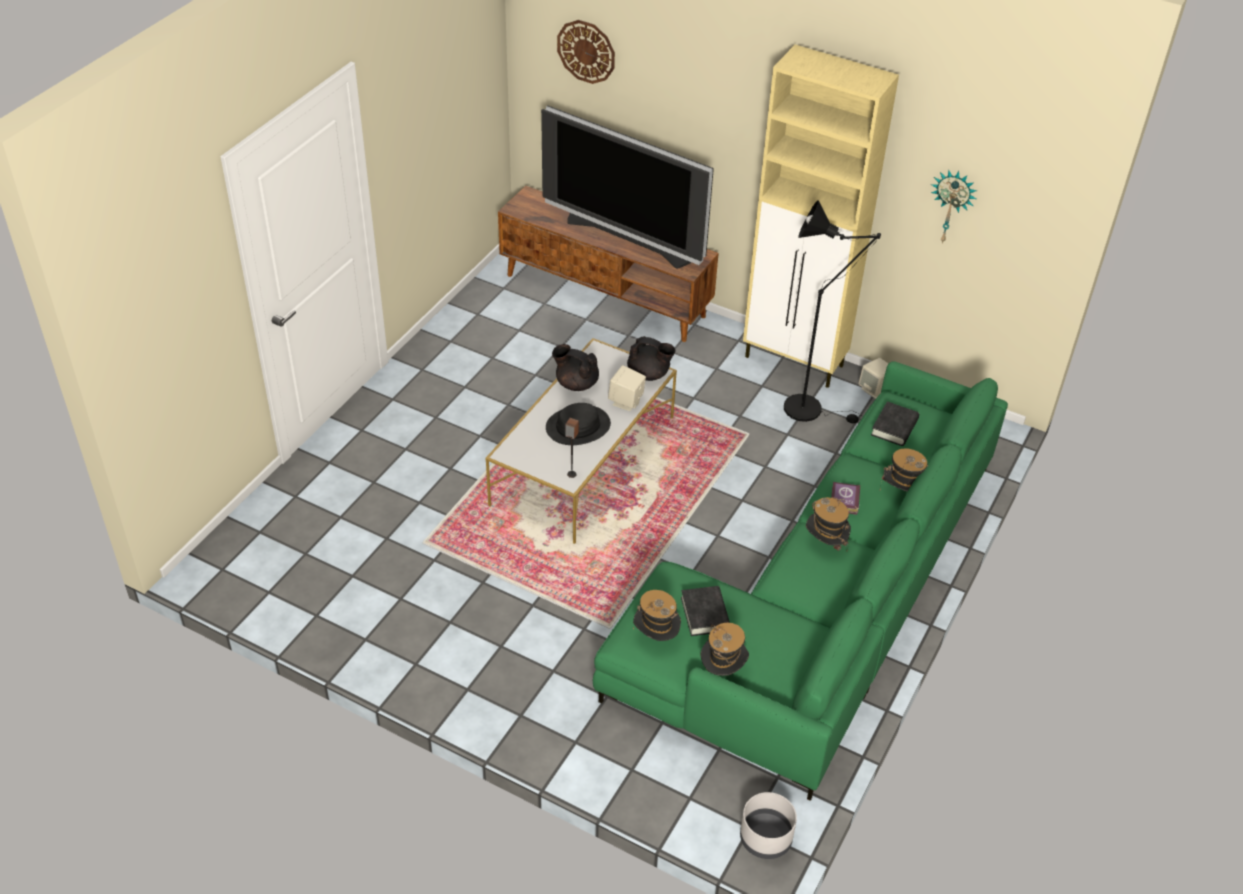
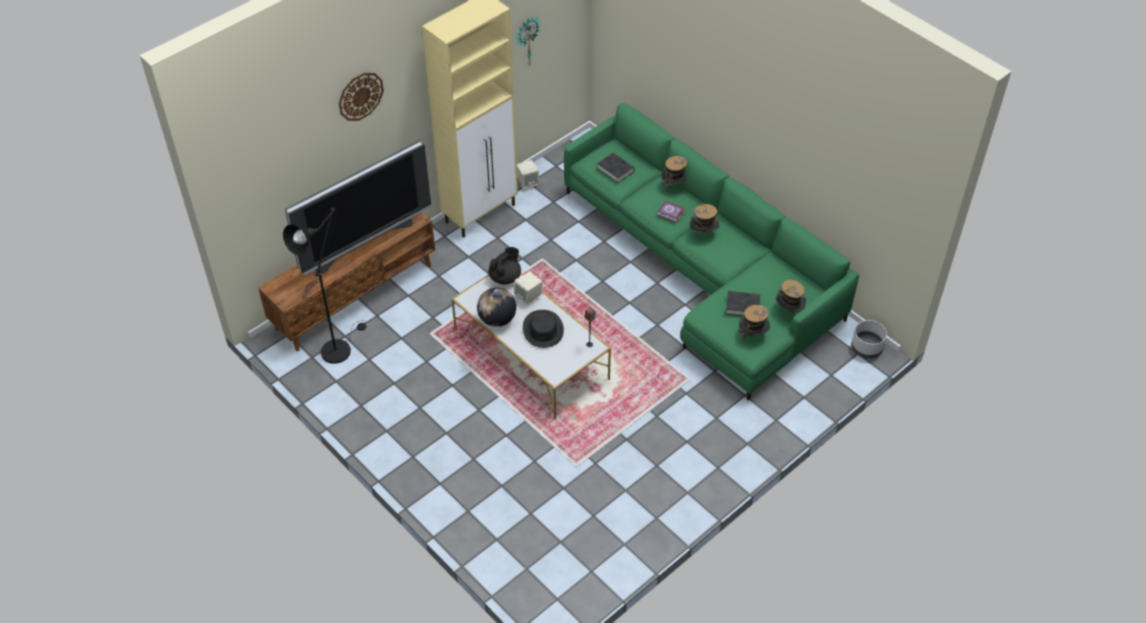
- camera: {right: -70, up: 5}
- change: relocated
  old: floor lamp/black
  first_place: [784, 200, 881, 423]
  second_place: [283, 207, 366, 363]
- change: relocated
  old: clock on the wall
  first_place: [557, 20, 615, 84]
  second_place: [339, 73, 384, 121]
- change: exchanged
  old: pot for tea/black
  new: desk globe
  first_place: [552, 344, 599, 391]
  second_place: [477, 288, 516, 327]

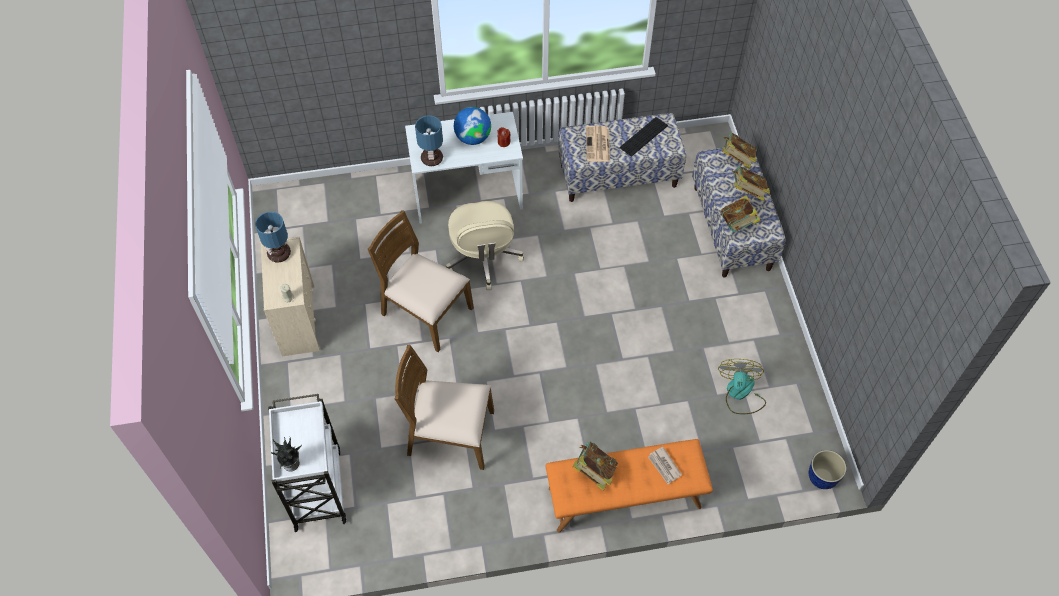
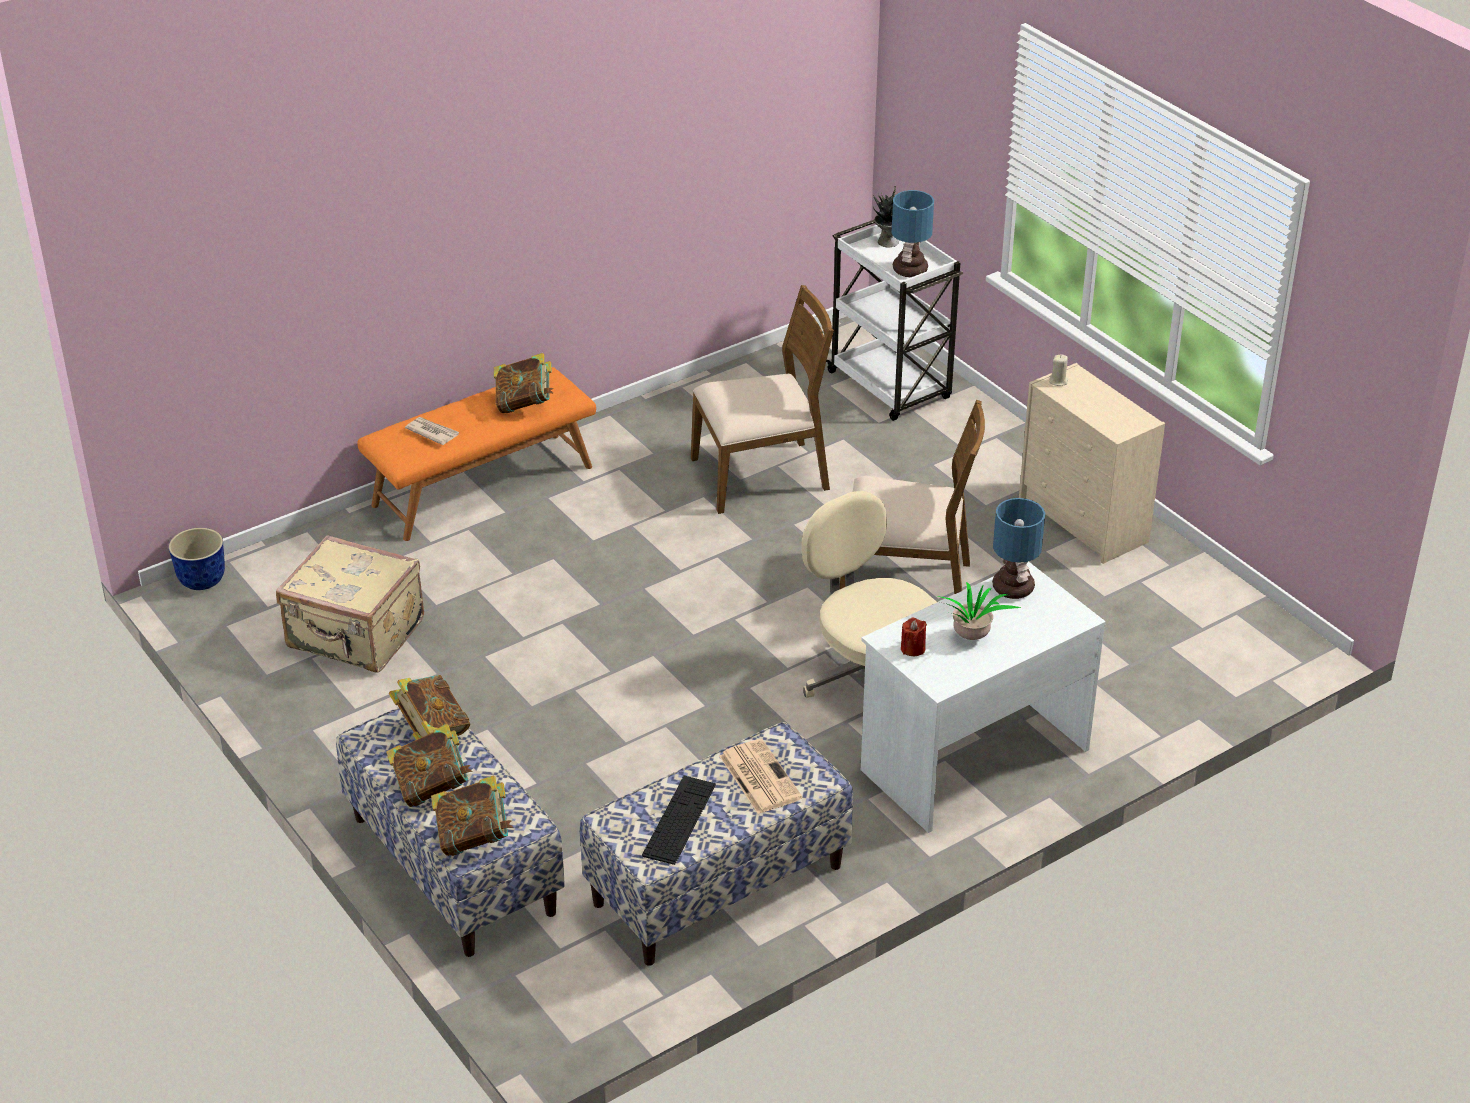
- camera: {right: 155, up: -20}
- change: exchanged
  old: fan
  new: piece of luggage/beige
  first_place: [718, 359, 766, 414]
  second_place: [276, 535, 424, 672]
- change: relocated
  old: lamp for a table
  first_place: [255, 212, 291, 263]
  second_place: [892, 190, 934, 277]
- change: exchanged
  old: desk globe
  new: plant in a pot
  first_place: [454, 107, 491, 145]
  second_place: [938, 582, 1022, 640]

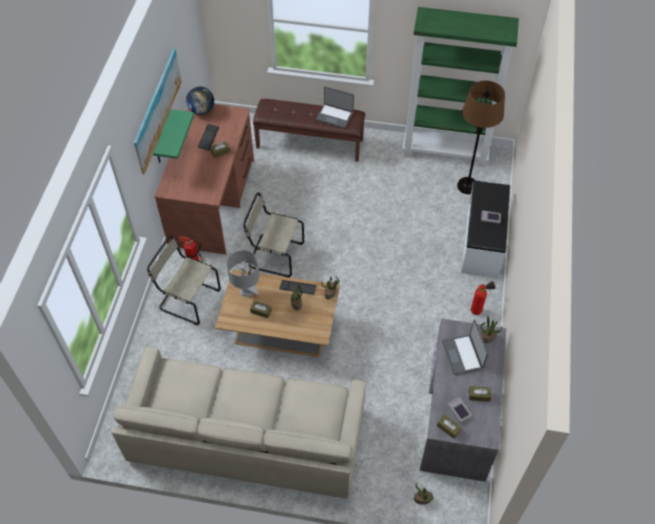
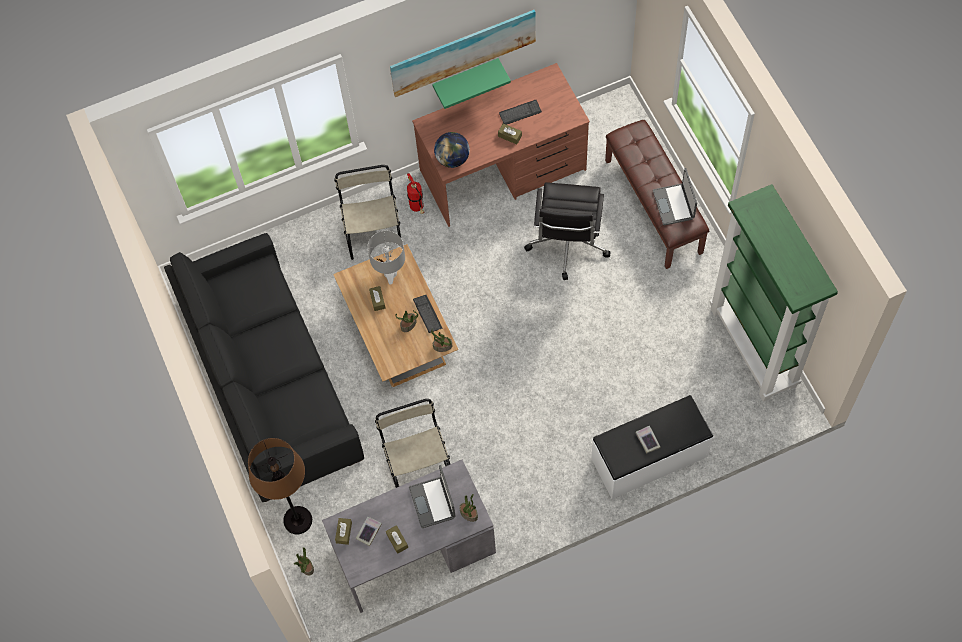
- camera: {right: 60, up: 10}
- change: colour
  old: settee/beige
  new: settee/black
  first_place: [111, 347, 366, 499]
  second_place: [164, 233, 364, 502]
- change: relocated
  old: floor lamp/brown-coloured
  first_place: [457, 80, 505, 194]
  second_place: [248, 438, 312, 534]
- change: relocated
  old: upright chair/beige
  first_place: [243, 192, 304, 278]
  second_place: [375, 399, 450, 488]
- change: spun
  old: laptop
  first_place: [442, 320, 489, 375]
  second_place: [409, 465, 456, 528]
  degrees: -60
- change: relocated
  old: desk globe
  first_place: [186, 87, 214, 115]
  second_place: [434, 132, 470, 168]
- change: appeared
  new: desk chair/black
  second_place: [524, 182, 610, 280]
- change: missing
  old: fire extinguisher
  first_place: [471, 281, 495, 315]

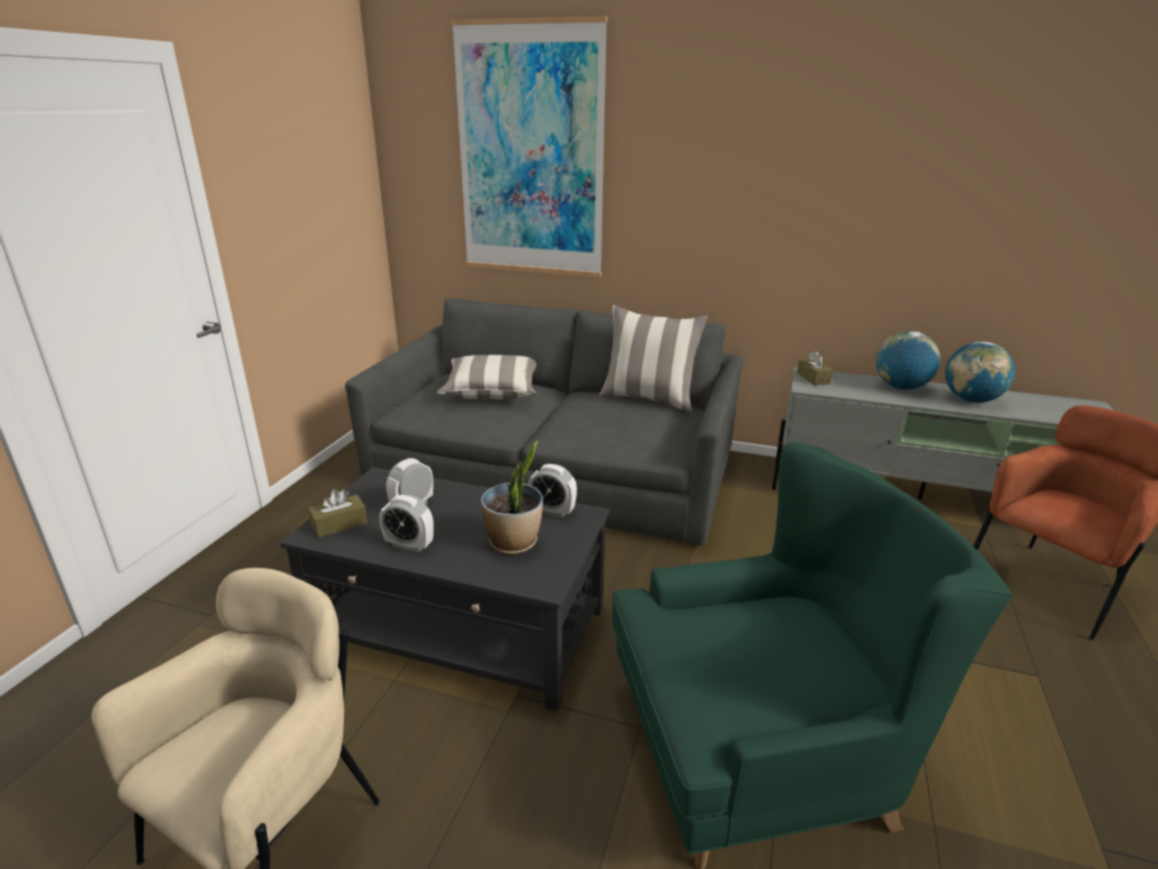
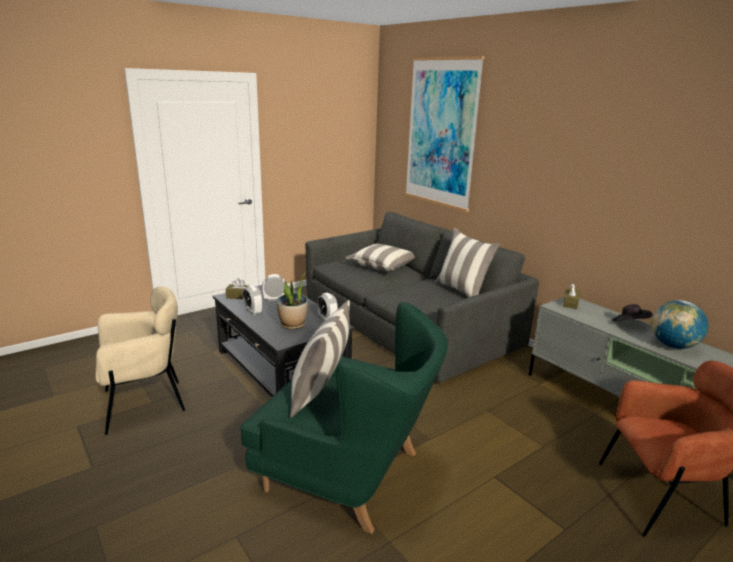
- camera: {right: 35, up: -5}
- change: appeared
  new: pillow
  second_place: [290, 300, 350, 418]
- change: exchanged
  old: desk globe
  new: wearable hat/black
  first_place: [876, 331, 941, 390]
  second_place: [611, 304, 653, 321]

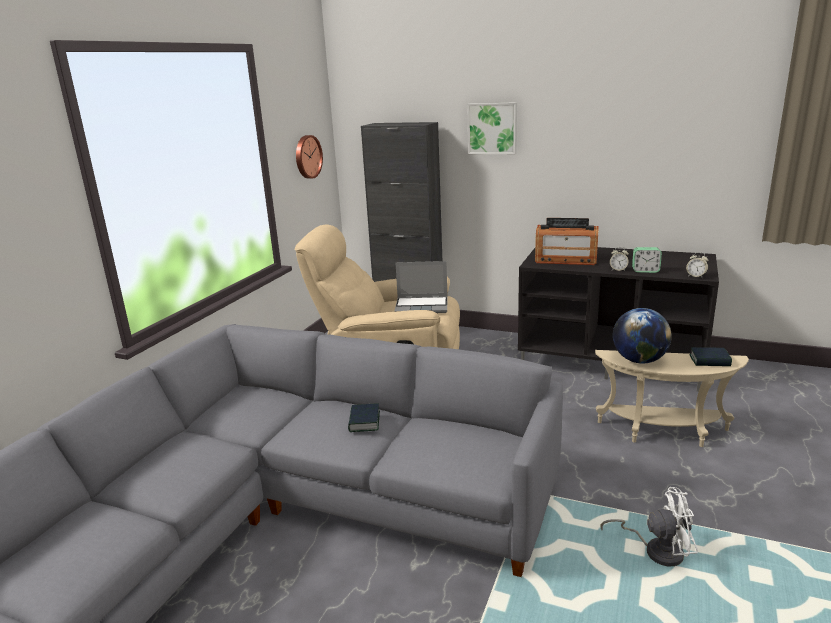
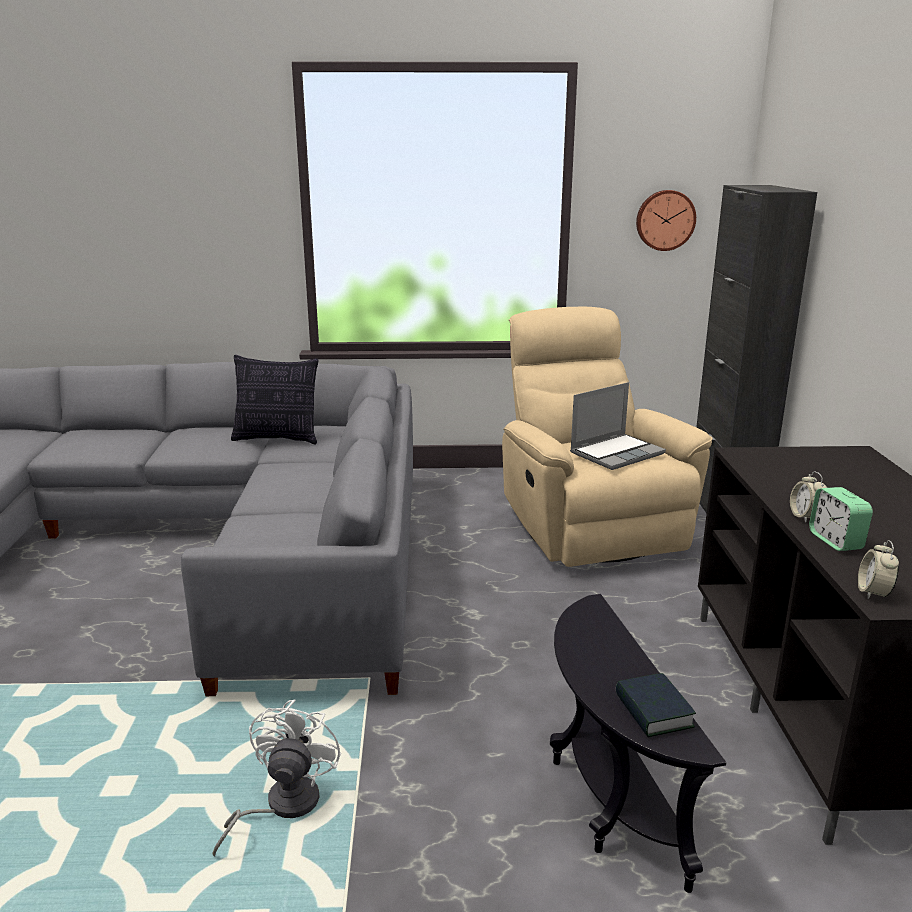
- camera: {right: 65, up: 0}
- change: spun
  old: fan/white
  first_place: [600, 487, 698, 566]
  second_place: [213, 699, 341, 857]
  degrees: -150
- change: appeared
  new: pillow
  second_place: [231, 355, 318, 444]
- change: colour
  old: side table/beige
  new: side table/black
  first_place: [595, 350, 749, 447]
  second_place: [550, 594, 726, 893]
- change: spun
  old: laptop
  first_place: [394, 261, 448, 313]
  second_place: [570, 382, 666, 470]
  degrees: -105
- change: missing
  old: volume
  first_place: [348, 404, 380, 432]
- change: missing
  old: picture
  first_place: [467, 102, 517, 154]
- change: missing
  old: radio
  first_place: [535, 218, 599, 265]
- change: missing
  old: desk globe
  first_place: [613, 308, 672, 364]

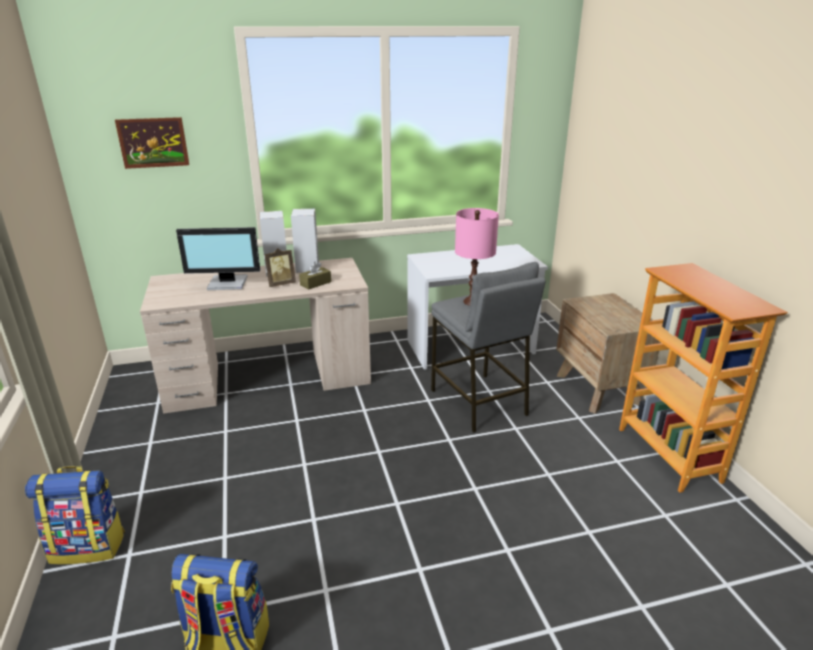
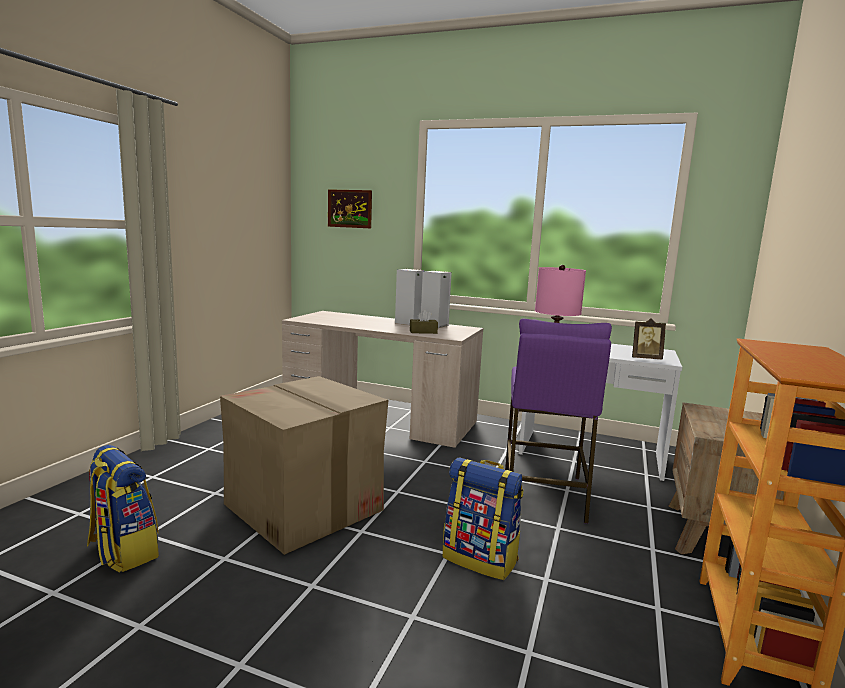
- camera: {right: 35, up: -15}
- change: appeared
  new: packing box
  second_place: [220, 376, 388, 555]
- change: relocated
  old: knapsack
  first_place: [25, 466, 125, 564]
  second_place: [443, 457, 524, 580]
- change: colour
  old: sitting stool/grey
  new: sitting stool/purple
  first_place: [431, 262, 546, 433]
  second_place: [505, 319, 612, 524]
- change: relocated
  old: standing frame
  first_place: [264, 248, 296, 287]
  second_place: [632, 318, 666, 359]
- change: missing
  old: computer screen
  first_place: [176, 227, 260, 290]

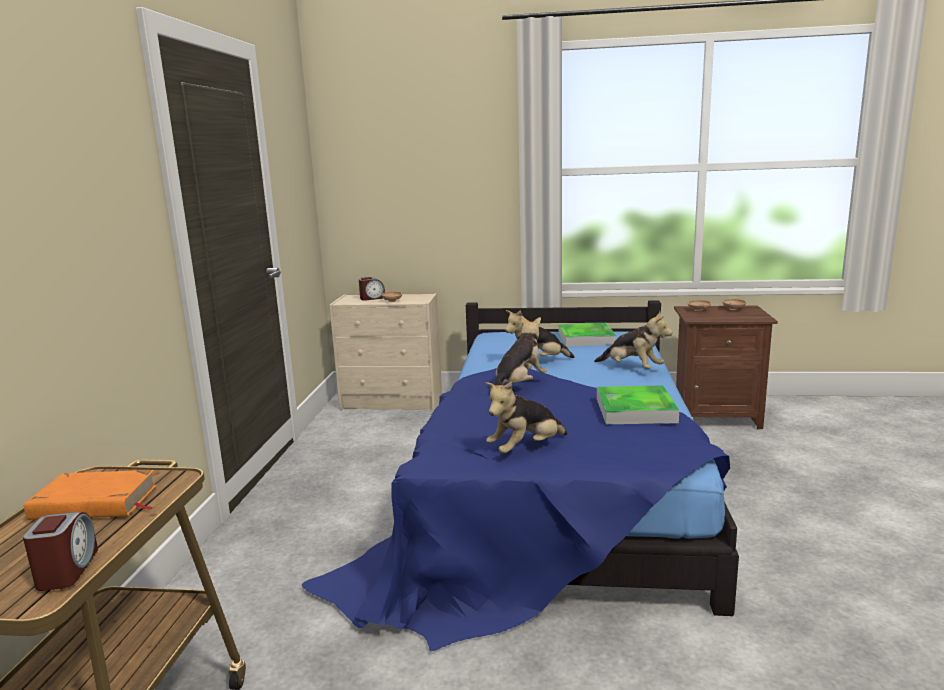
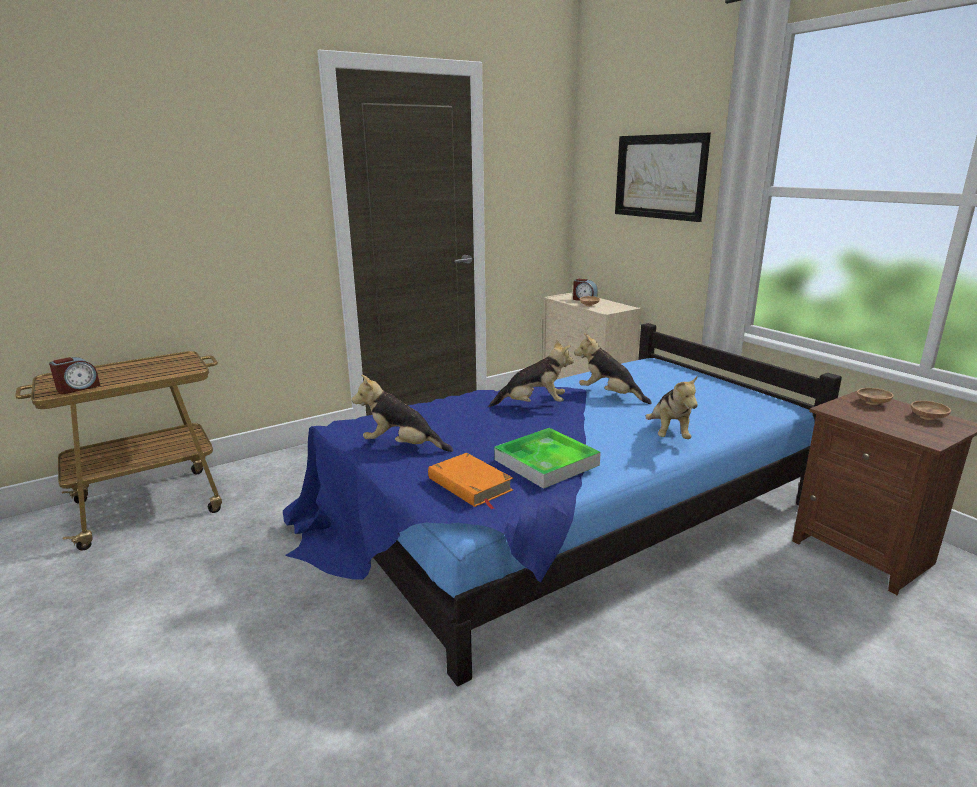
- camera: {right: 50, up: 5}
- change: relocated
  old: volume/orange
  first_place: [24, 470, 157, 520]
  second_place: [428, 453, 513, 509]
- change: appeared
  new: picture
  second_place: [615, 133, 711, 222]
- change: missing
  old: tray
  first_place: [558, 323, 616, 347]

